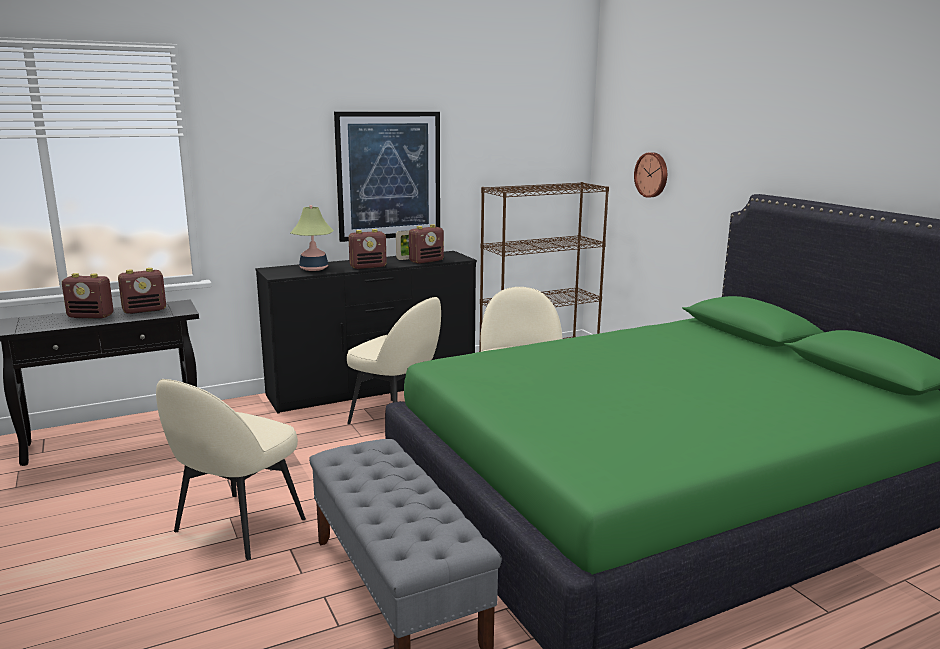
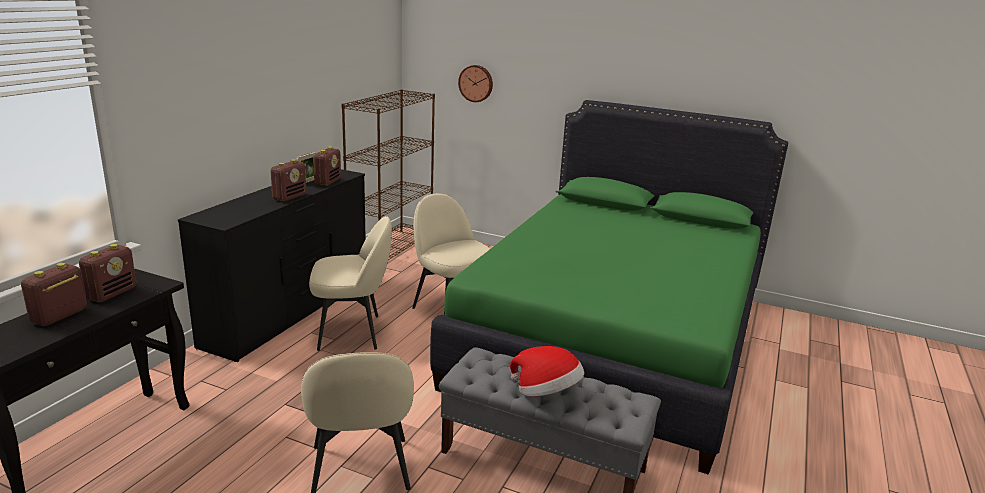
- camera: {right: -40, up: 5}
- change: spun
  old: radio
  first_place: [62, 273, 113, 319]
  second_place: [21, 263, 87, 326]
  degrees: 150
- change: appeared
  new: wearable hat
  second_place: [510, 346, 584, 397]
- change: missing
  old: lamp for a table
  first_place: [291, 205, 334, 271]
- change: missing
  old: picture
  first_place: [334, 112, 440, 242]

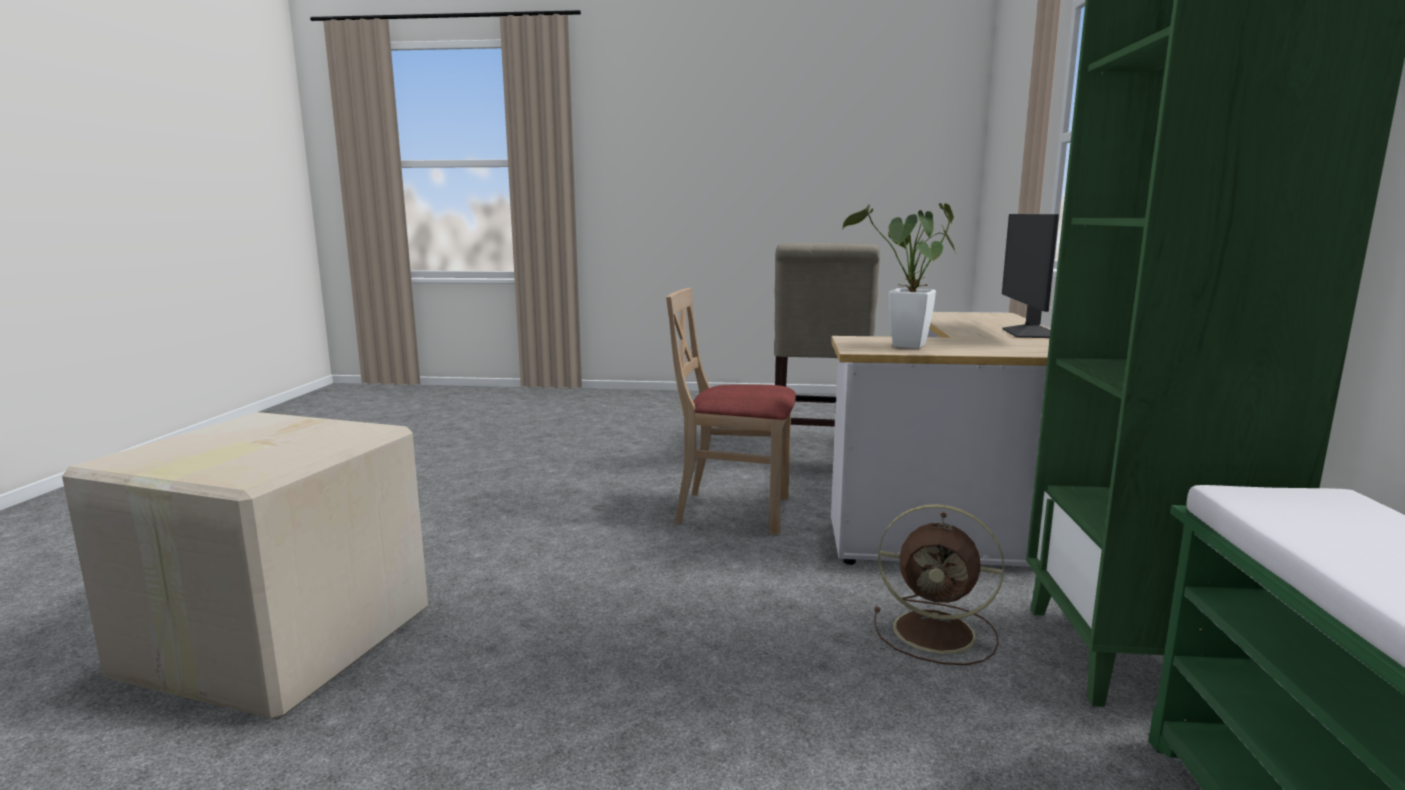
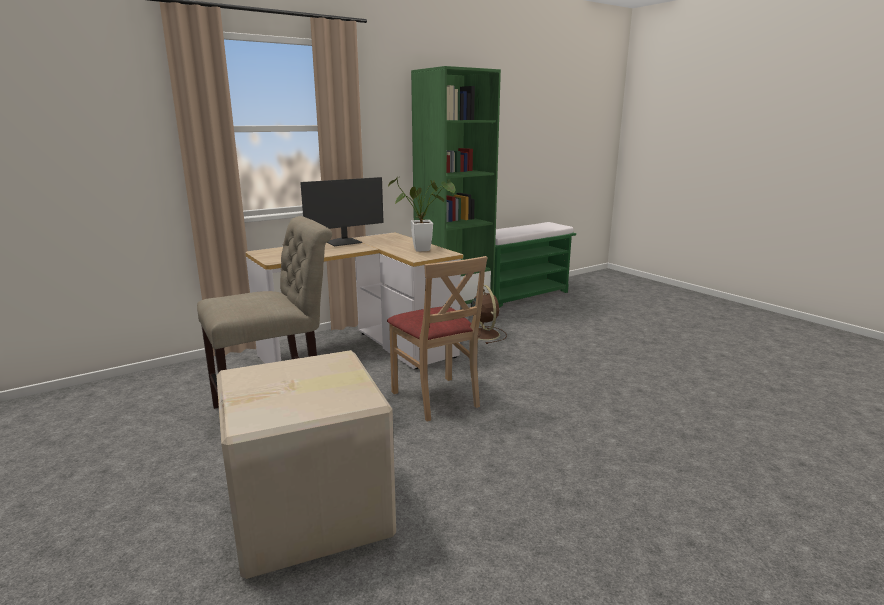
- camera: {right: -130, up: 5}
- change: relocated
  old: packing box
  first_place: [62, 412, 428, 720]
  second_place: [216, 350, 396, 579]

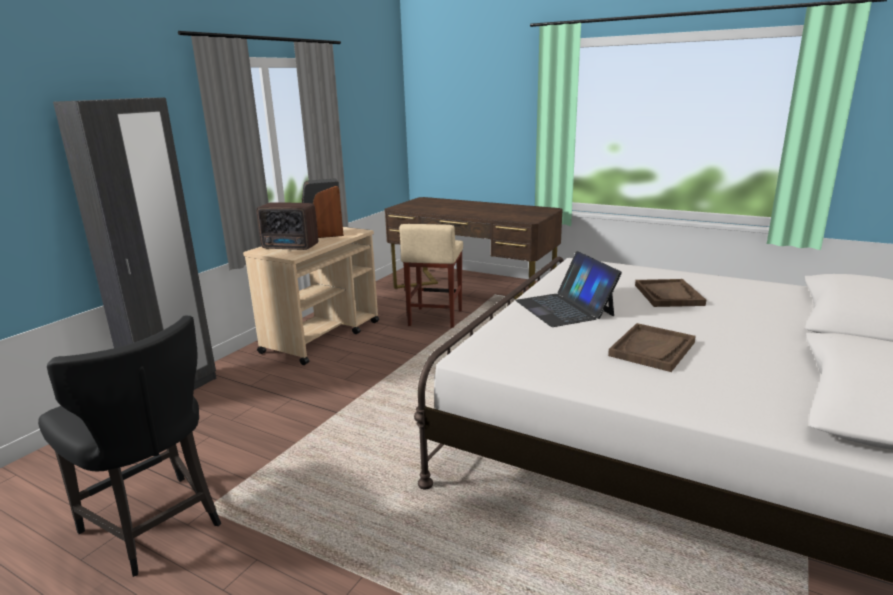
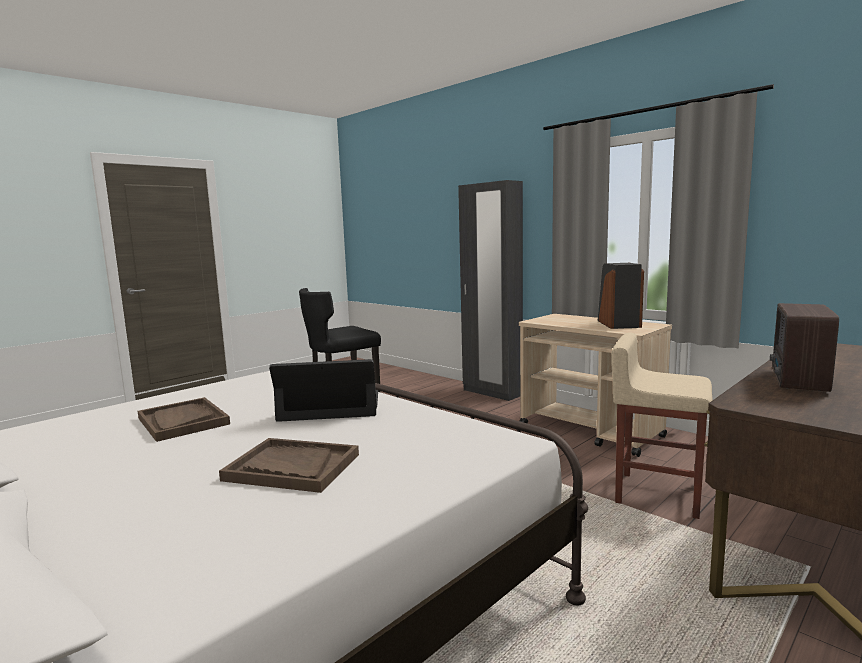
- camera: {right: 105, up: -10}
- change: relocated
  old: radio
  first_place: [256, 202, 318, 250]
  second_place: [770, 303, 839, 392]

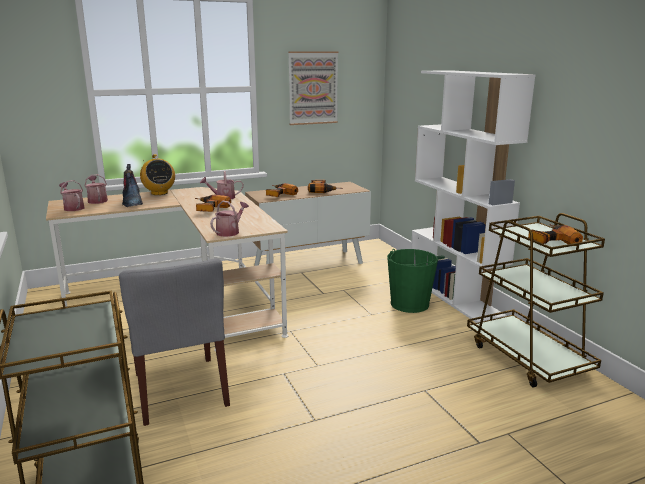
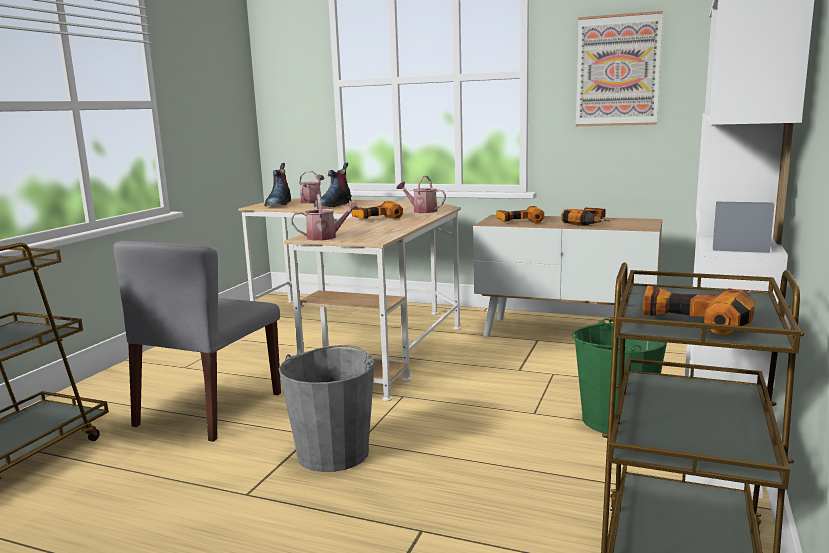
- camera: {right: 45, up: -5}
- change: exchanged
  old: watering pot
  new: tall boot
  first_place: [59, 180, 85, 211]
  second_place: [264, 163, 291, 207]
- change: appeared
  new: water bucket/grey
  second_place: [279, 345, 375, 472]
- change: missing
  old: radio
  first_place: [140, 154, 175, 195]

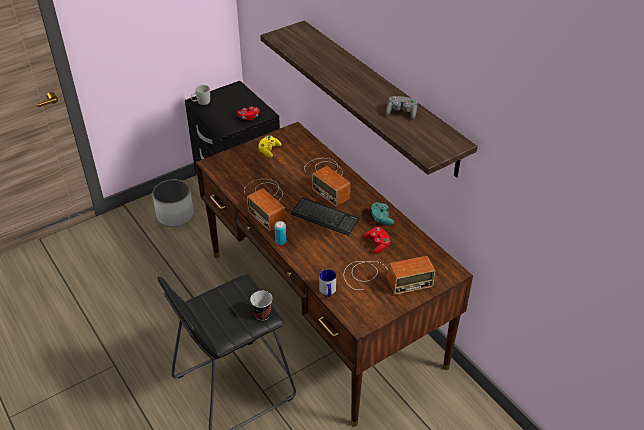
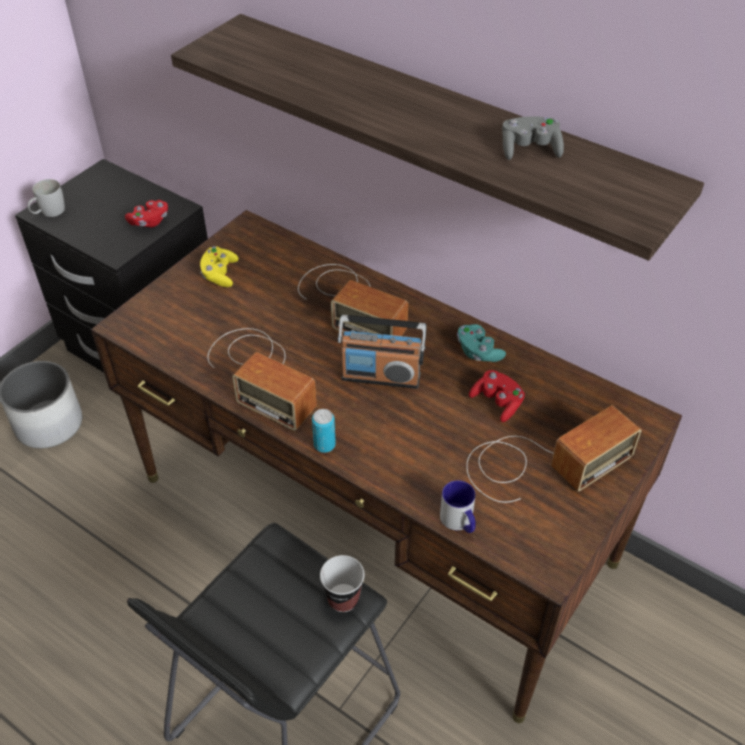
- camera: {right: -20, up: 5}
- change: exchanged
  old: keyboard
  new: radio
  first_place: [291, 197, 359, 236]
  second_place: [338, 315, 426, 389]

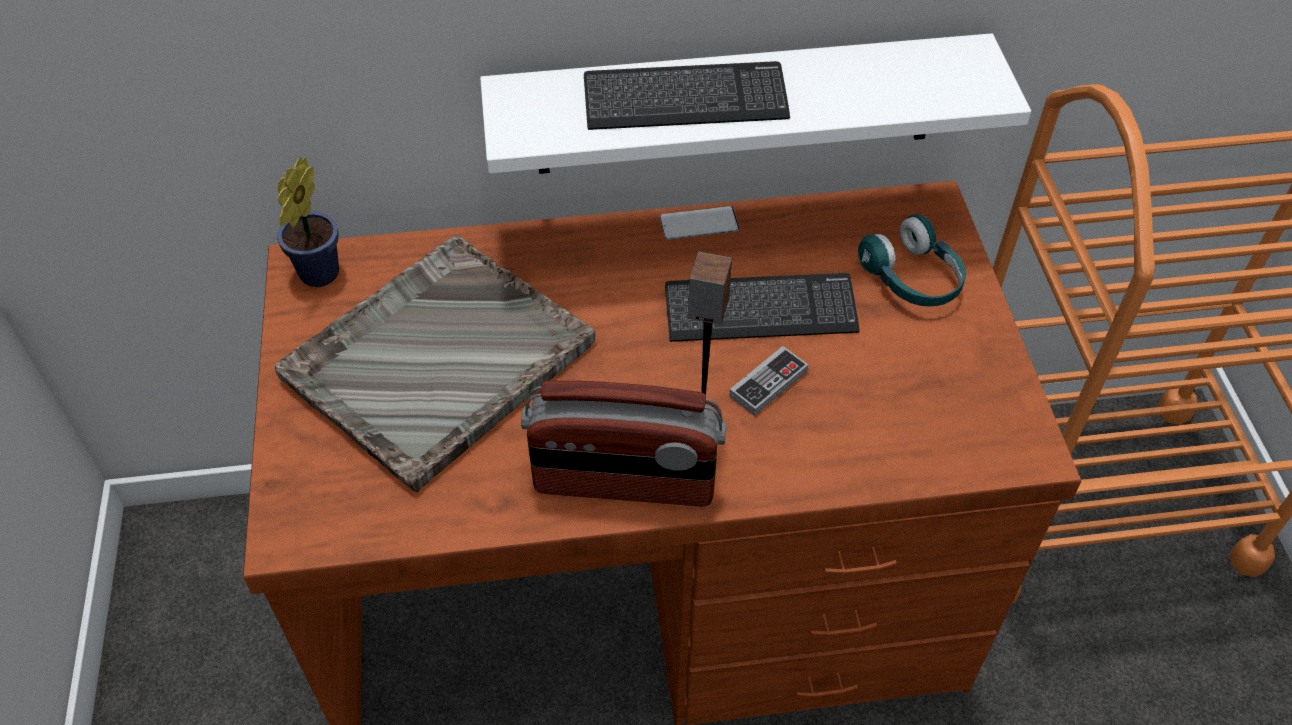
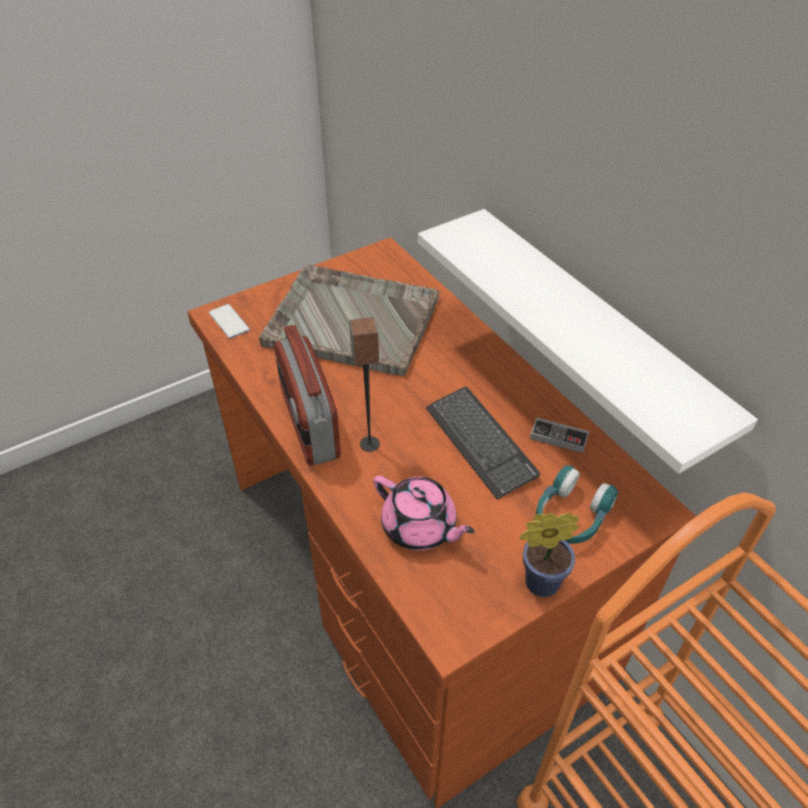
- camera: {right: 65, up: -5}
- change: relocated
  old: phone
  first_place: [660, 206, 740, 240]
  second_place: [209, 304, 250, 339]
- change: appeared
  new: pot for tea/pink
  second_place: [373, 475, 475, 551]
- change: relocated
  old: plant in a pot
  first_place: [277, 157, 339, 287]
  second_place: [520, 513, 579, 597]
- change: relocated
  old: gamepad
  first_place: [729, 346, 808, 416]
  second_place: [530, 417, 589, 453]
- change: missing
  old: keyboard
  first_place: [584, 61, 790, 130]

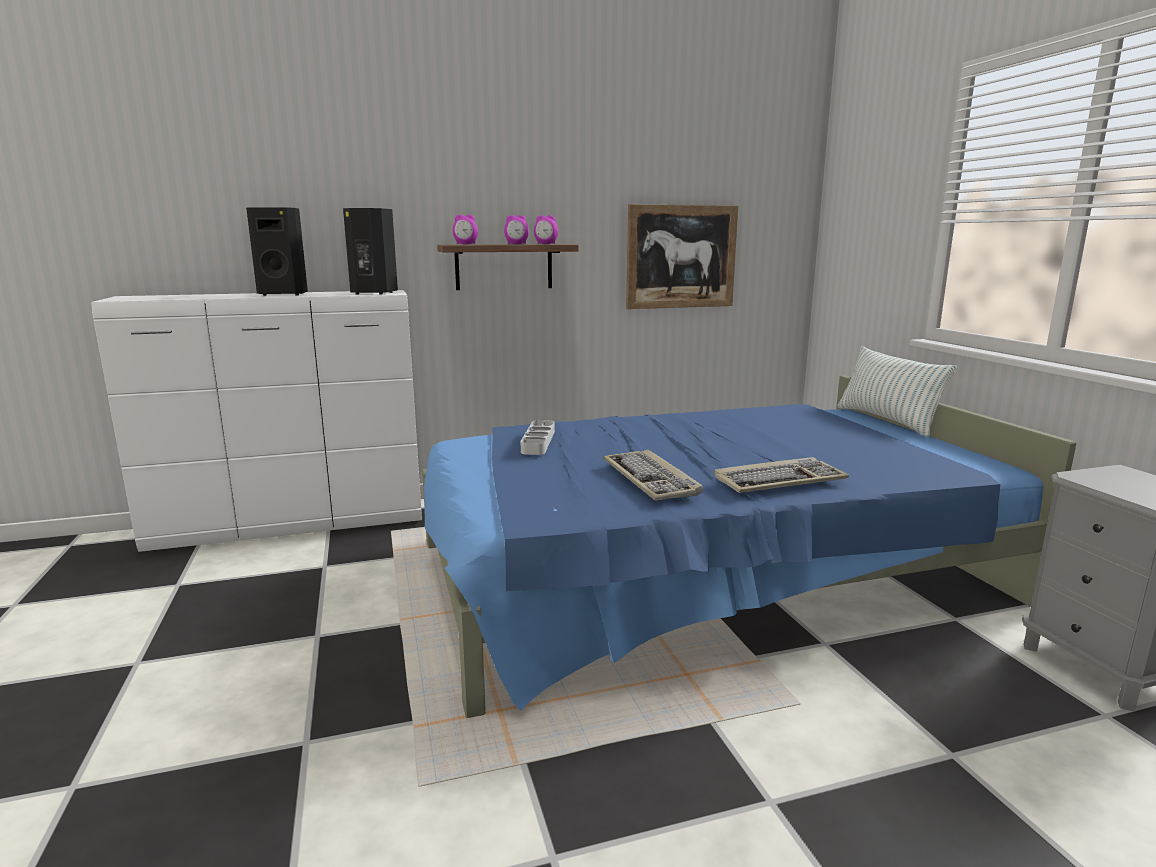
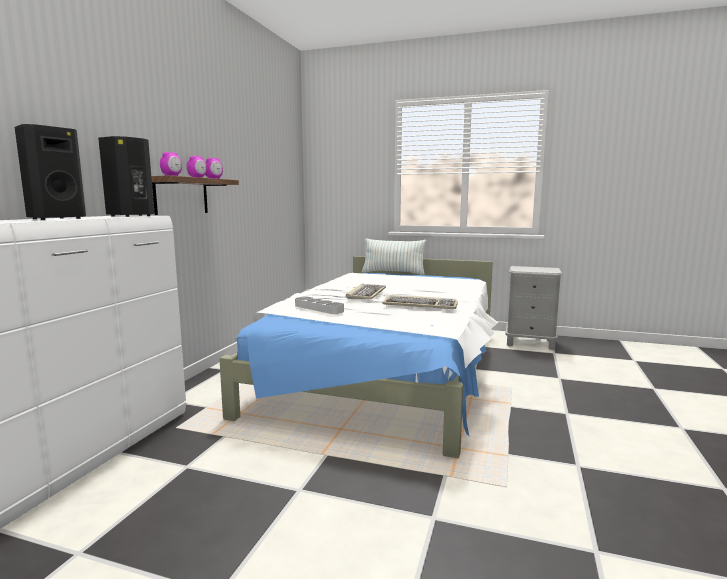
- camera: {right: -55, up: -5}
- change: colour
  old: sleeping bed/blue
  new: sleeping bed/white
  first_place: [422, 375, 1076, 718]
  second_place: [219, 256, 498, 458]
- change: relocated
  old: keyboard
  first_place: [714, 457, 849, 493]
  second_place: [346, 283, 386, 299]
- change: missing
  old: picture
  first_place: [626, 204, 738, 309]

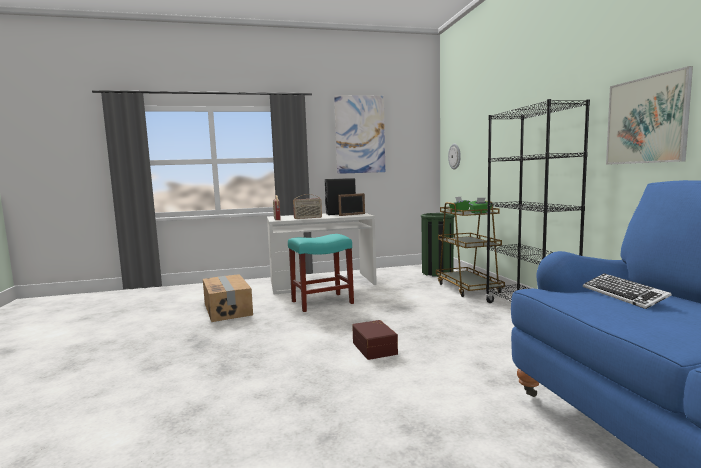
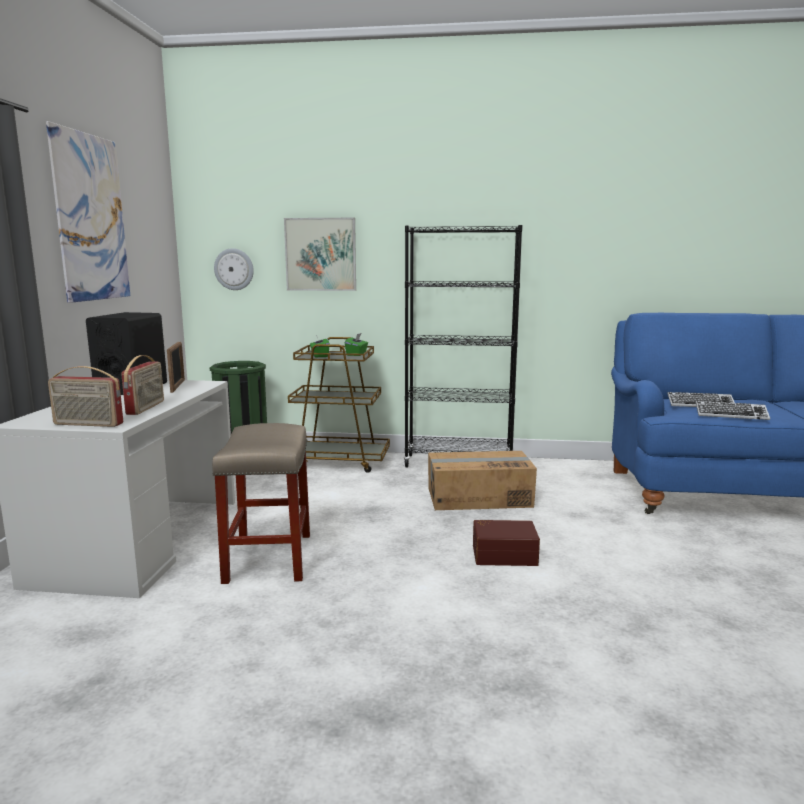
- camera: {right: -70, up: 5}
- change: colour
  old: sitting stool/blue-green
  new: sitting stool/beige
  first_place: [288, 234, 354, 312]
  second_place: [212, 423, 310, 584]
- change: relocated
  old: picture
  first_place: [606, 66, 693, 165]
  second_place: [284, 218, 356, 291]
- change: relocated
  old: packing box
  first_place: [203, 274, 253, 322]
  second_place: [428, 451, 537, 510]
- change: appeared
  new: keyboard
  second_place: [696, 401, 770, 420]

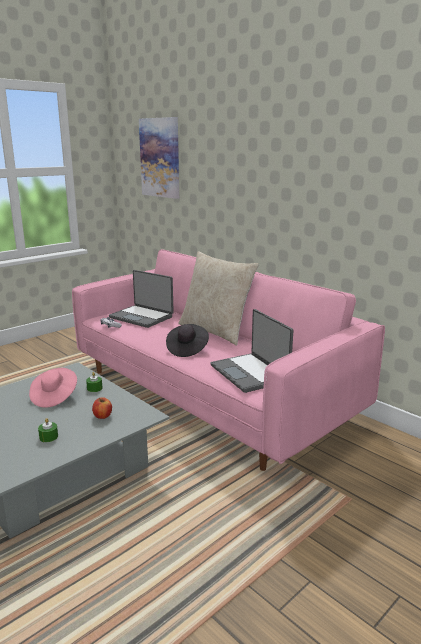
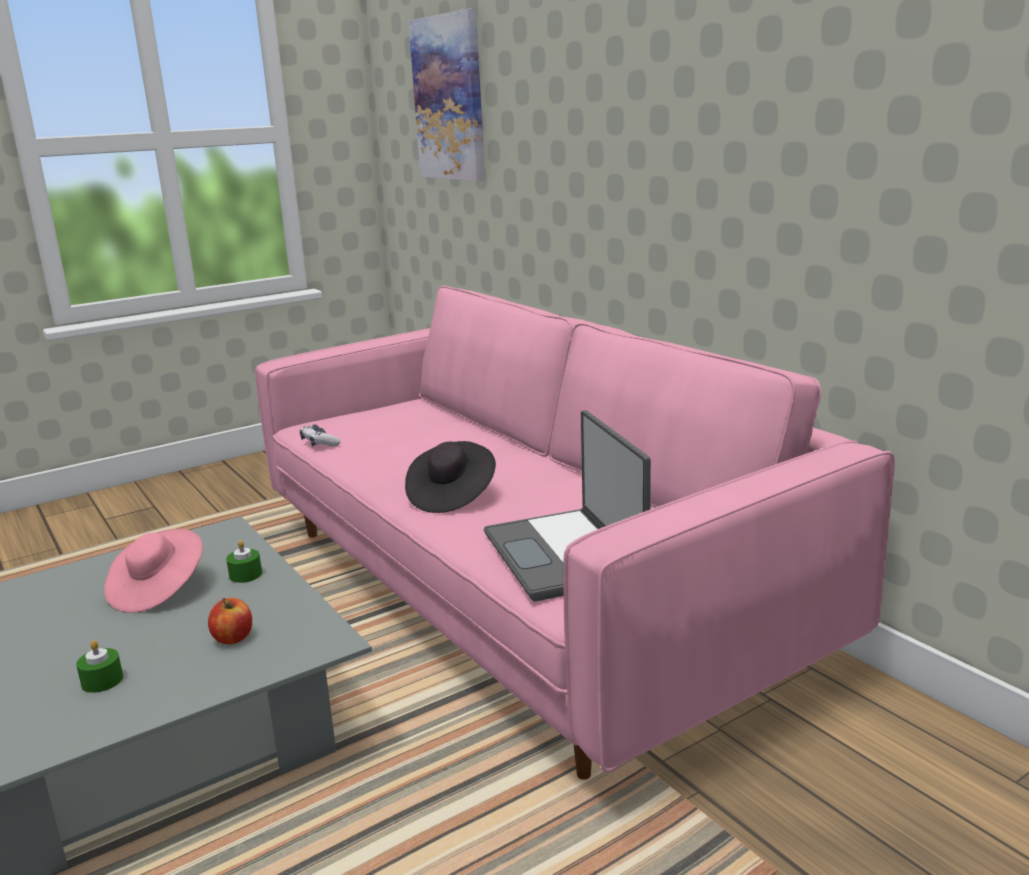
- camera: {right: 10, up: 0}
- change: missing
  old: laptop
  first_place: [109, 270, 174, 328]
- change: missing
  old: pillow/beige
  first_place: [178, 251, 259, 345]

